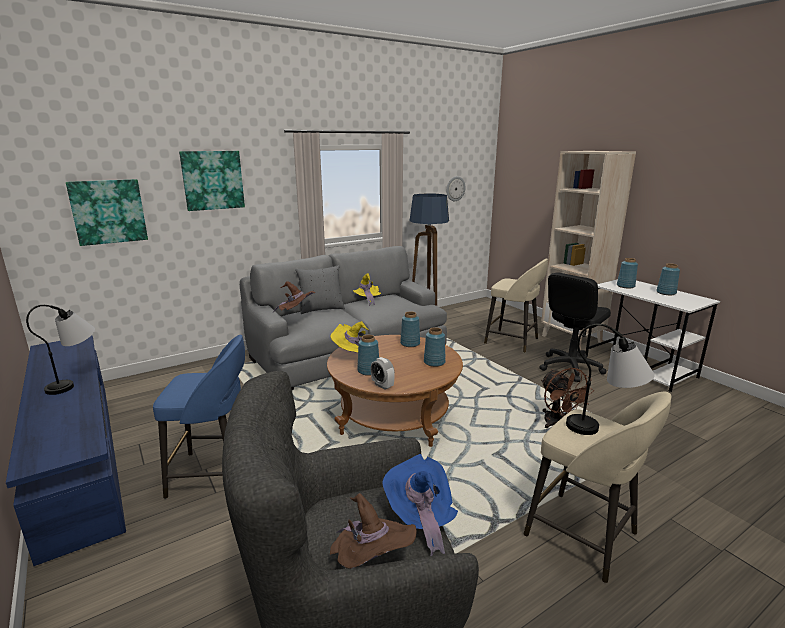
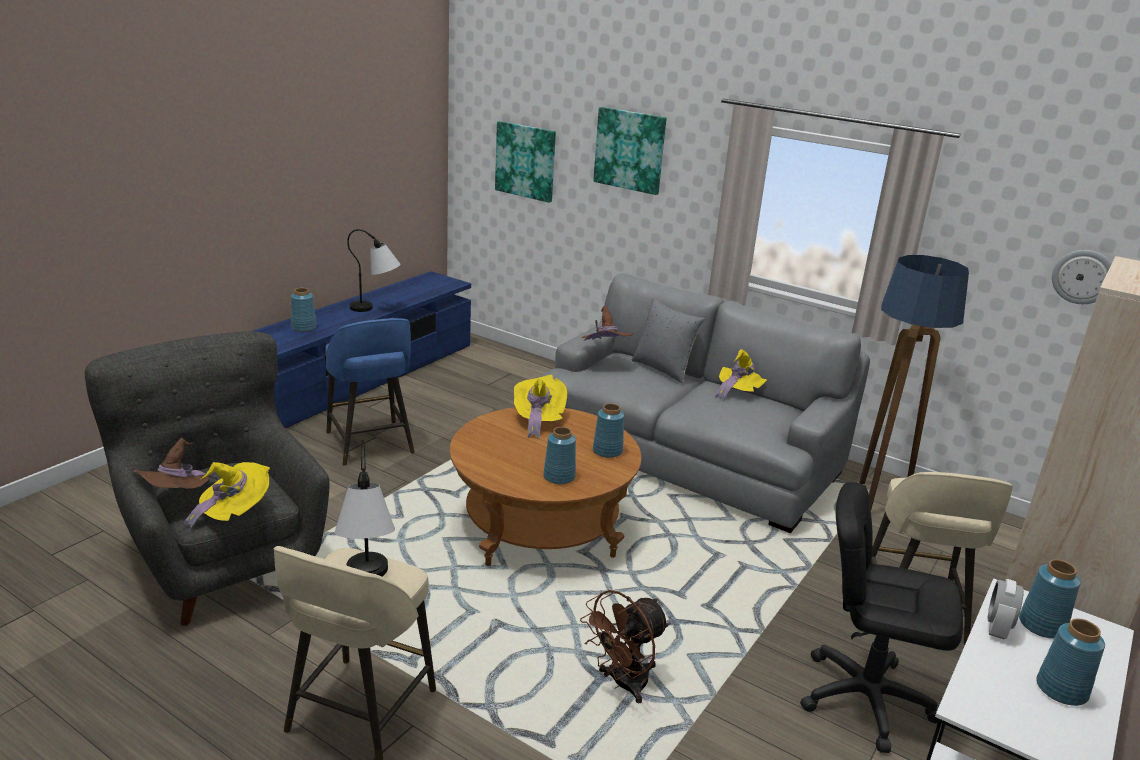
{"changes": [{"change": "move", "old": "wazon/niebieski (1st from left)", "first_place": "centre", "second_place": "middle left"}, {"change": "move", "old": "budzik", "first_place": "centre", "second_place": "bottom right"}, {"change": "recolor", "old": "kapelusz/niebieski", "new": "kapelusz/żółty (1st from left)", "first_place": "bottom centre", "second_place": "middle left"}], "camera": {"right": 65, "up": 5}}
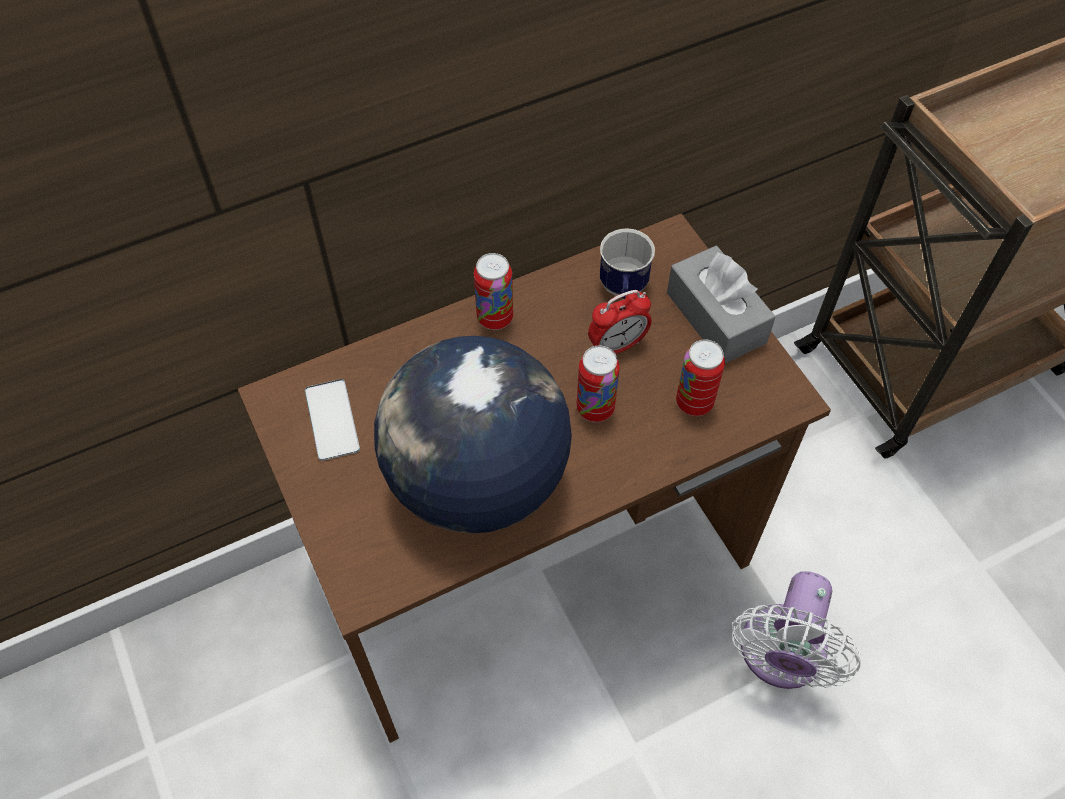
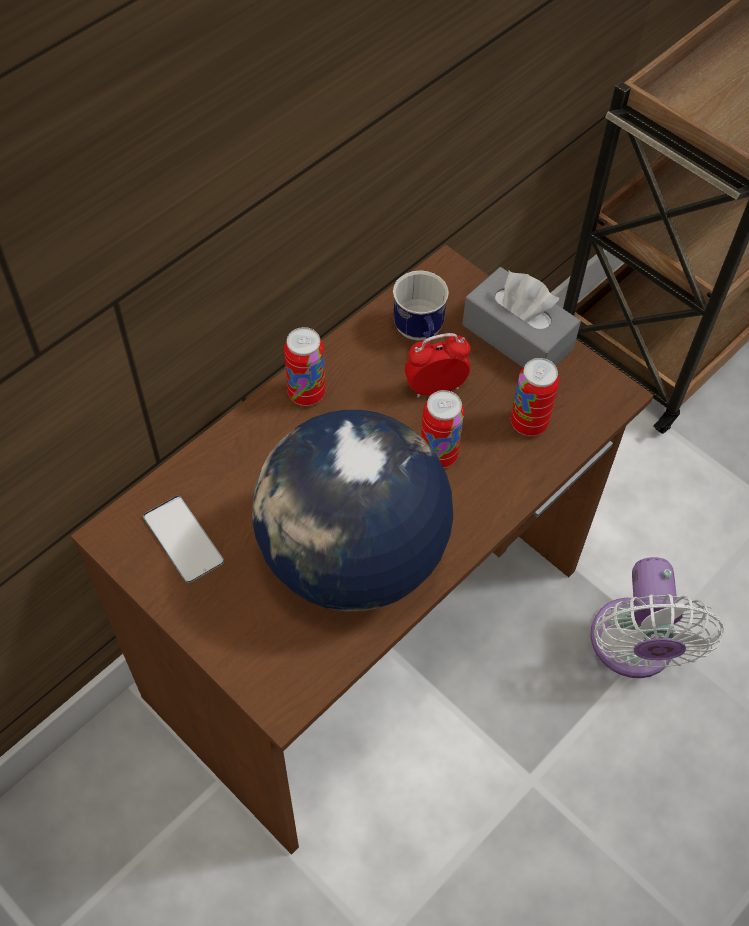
{"changes": [{"change": "rotate", "old": "budzik", "first_place": "centre", "second_place": "centre", "degrees": -150}], "camera": {"right": -20, "up": 0}}
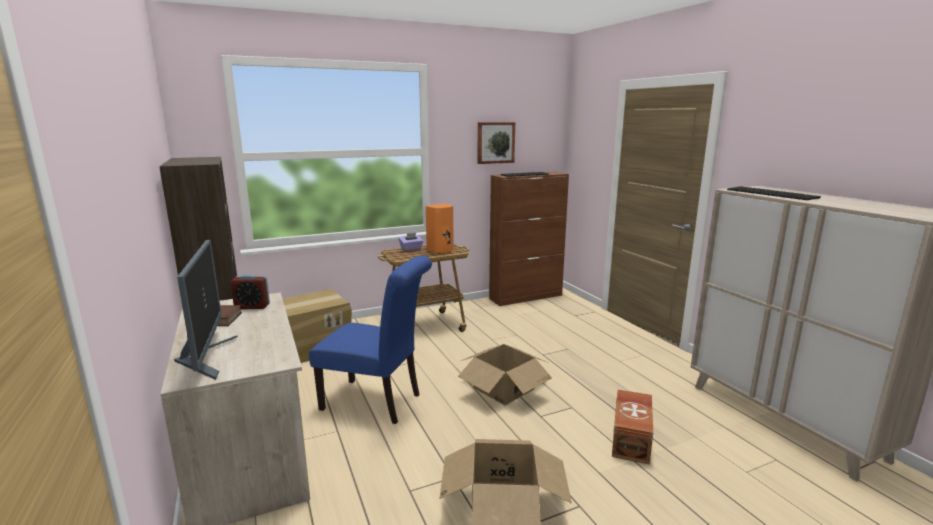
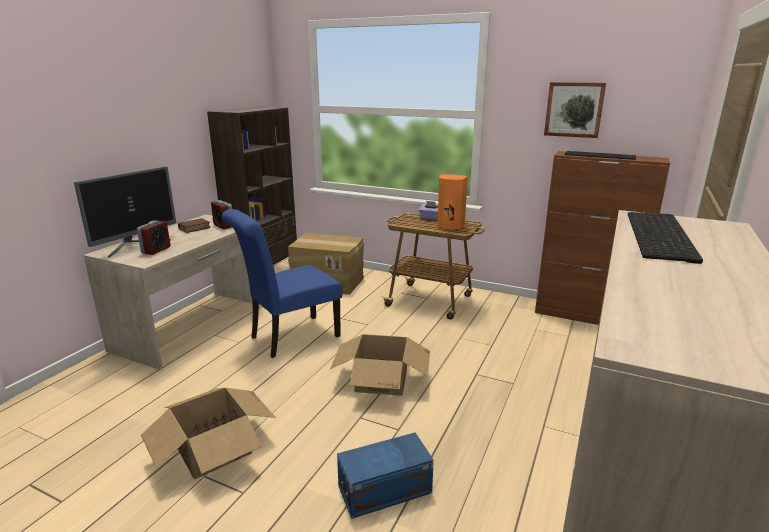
{"changes": [{"change": "rotate", "old": "krzesło/niebieski", "first_place": "centre", "second_place": "centre", "degrees": 75}, {"change": "recolor", "old": "pojemnik do przechowywania/brązowy", "new": "pojemnik do przechowywania/niebieski", "first_place": "bottom right", "second_place": "bottom centre"}, {"change": "insert", "new": "budzik (1st from left)", "second_place": "middle left"}], "camera": {"right": 50, "up": 5}}
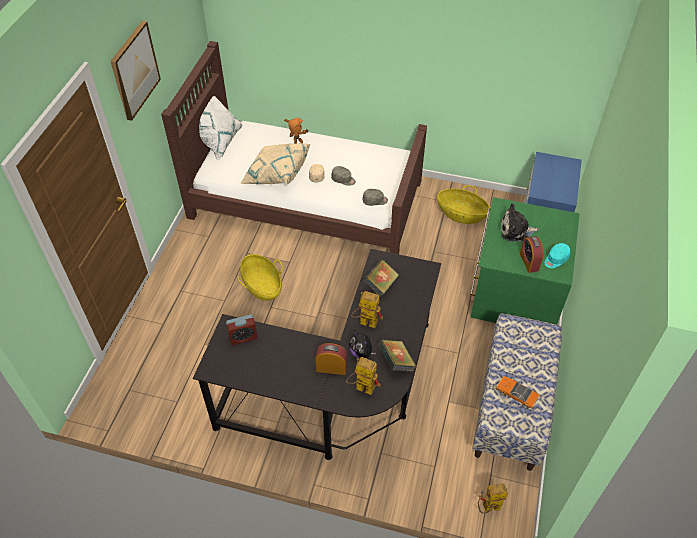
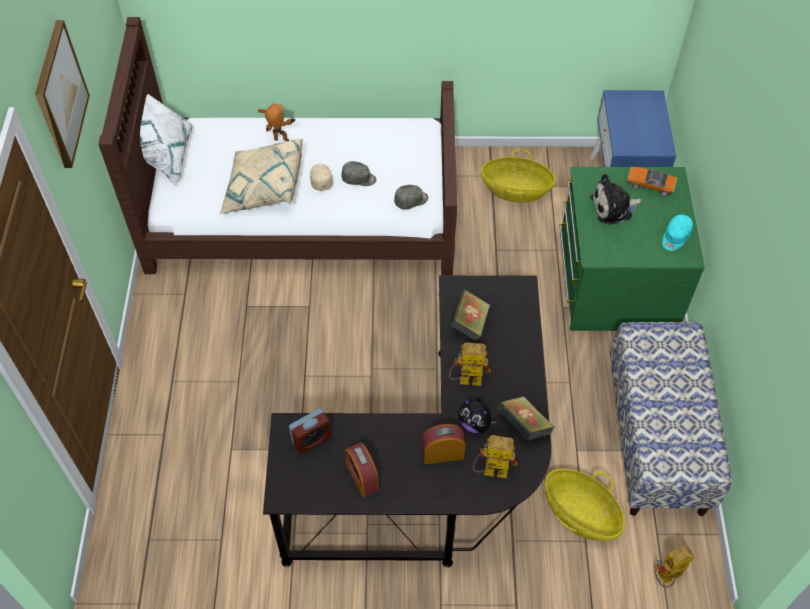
{"changes": [{"change": "move", "old": "budzik (3rd from left in the first image)", "new": "budzik (2nd from left)", "first_place": "middle right", "second_place": "bottom centre"}, {"change": "move", "old": "koszyk (1st from left in the first image)", "new": "koszyk (2nd from left)", "first_place": "centre", "second_place": "bottom right"}, {"change": "move", "old": "samochodzik", "first_place": "bottom right", "second_place": "top right"}], "camera": {"right": -15, "up": 5}}
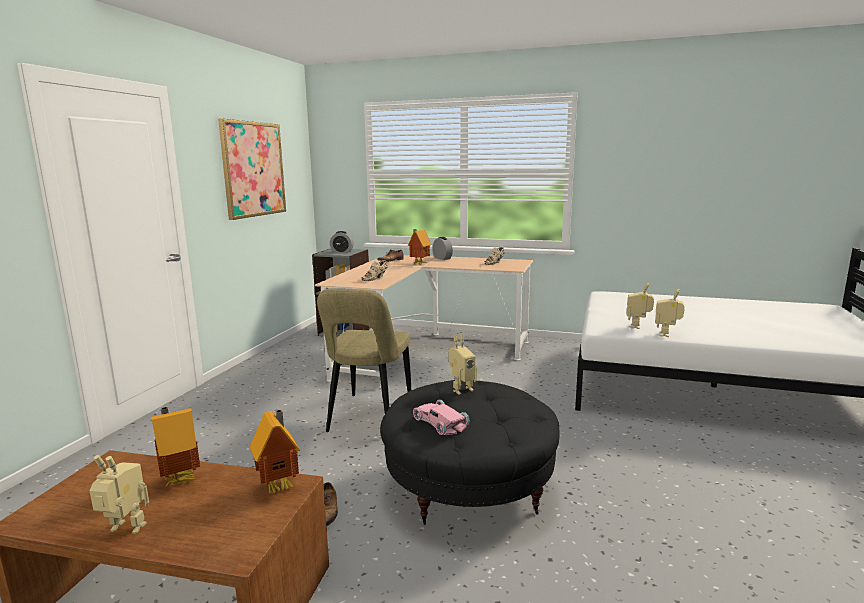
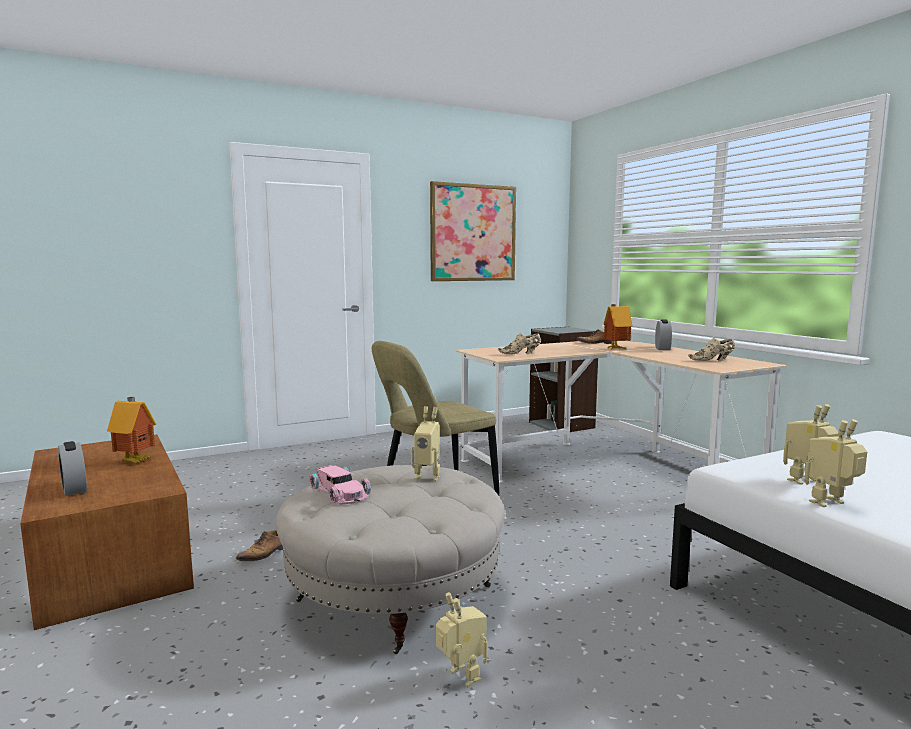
{"changes": [{"change": "move", "old": "budzik (1st from left)", "first_place": "centre", "second_place": "middle left"}, {"change": "recolor", "old": "pufa/czarny", "new": "pufa/beżowy", "first_place": "bottom centre", "second_place": "bottom centre"}, {"change": "rotate", "old": "samochodzik/różowy", "first_place": "bottom centre", "second_place": "centre", "degrees": 135}, {"change": "delete", "old": "domek (2nd from left)", "first_place": "bottom left"}, {"change": "move", "old": "robot zabawkowy (1st from left in the first image)", "new": "robot zabawkowy (2nd from left)", "first_place": "bottom left", "second_place": "bottom centre"}], "camera": {"right": 45, "up": -5}}
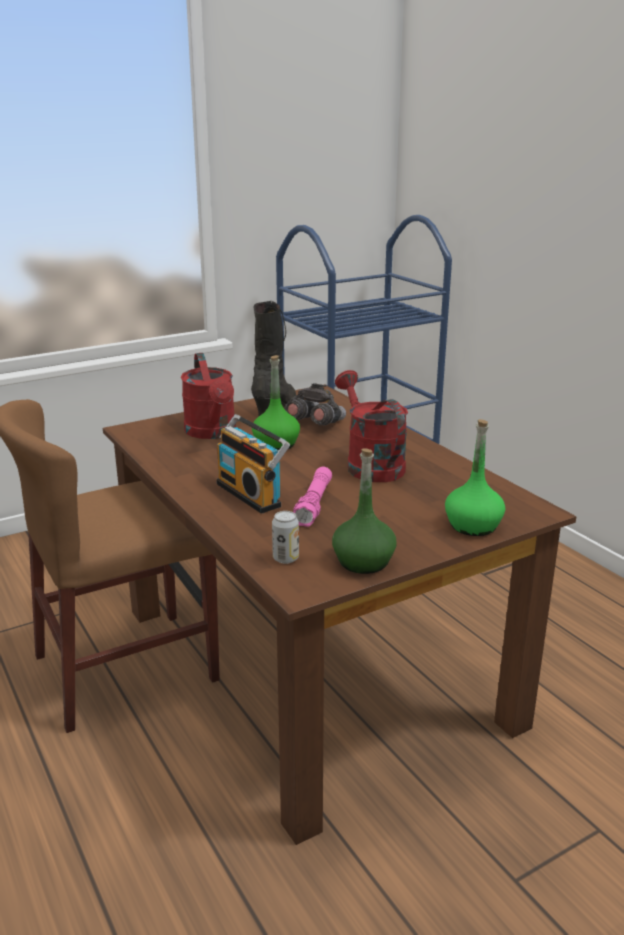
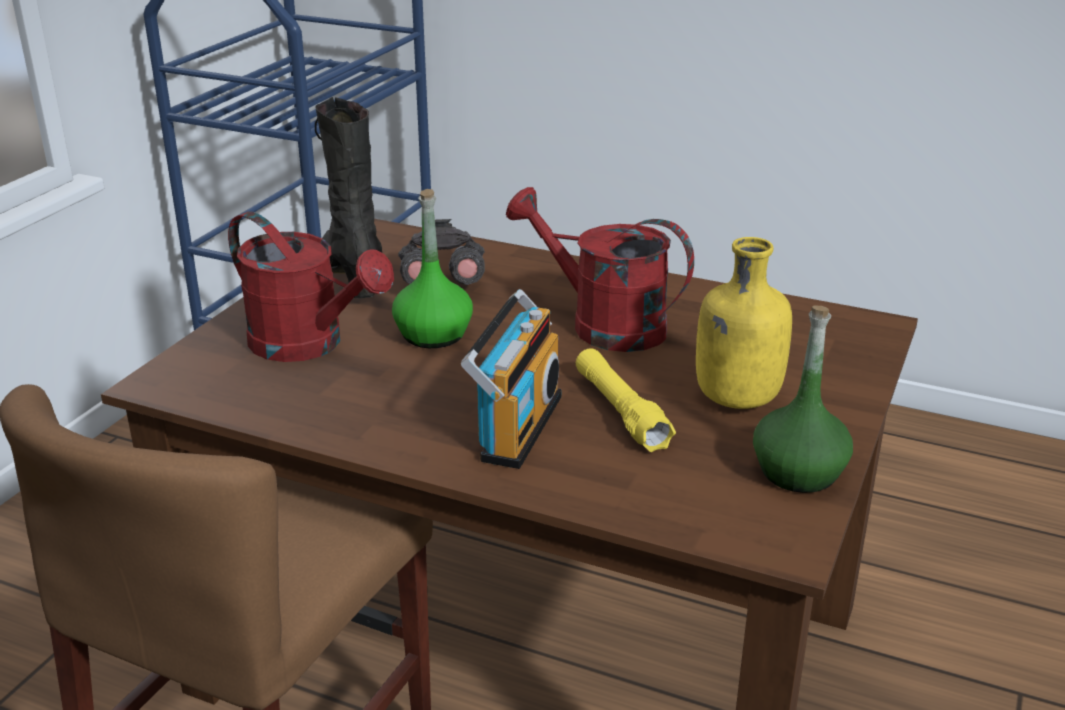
{"changes": [{"change": "rotate", "old": "radio", "first_place": "centre", "second_place": "centre", "degrees": -90}, {"change": "delete", "old": "butelka/zielony (3rd from left)", "first_place": "middle right"}, {"change": "recolor", "old": "latarka/różowy", "new": "latarka/żółty", "first_place": "centre", "second_place": "centre"}, {"change": "delete", "old": "puszka", "first_place": "centre"}, {"change": "insert", "new": "butelka/żółty", "second_place": "middle right"}], "camera": {"right": -35, "up": 5}}
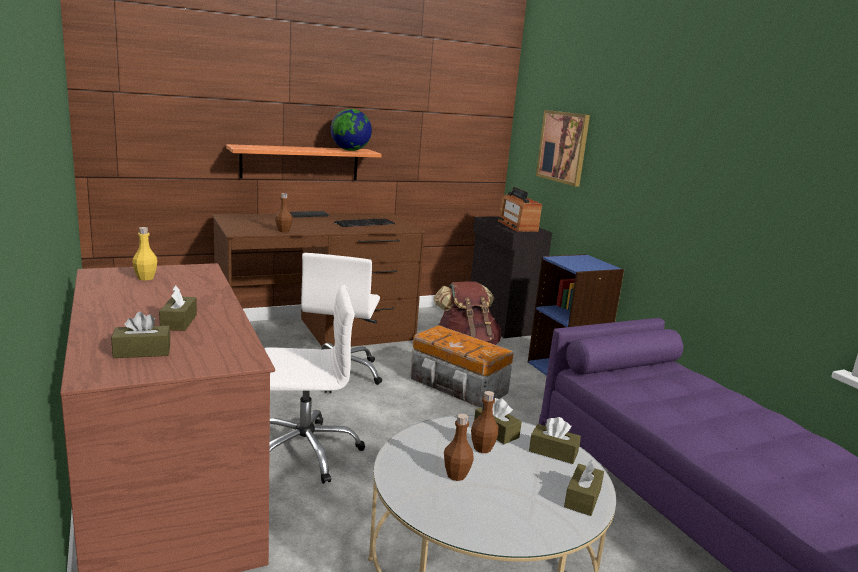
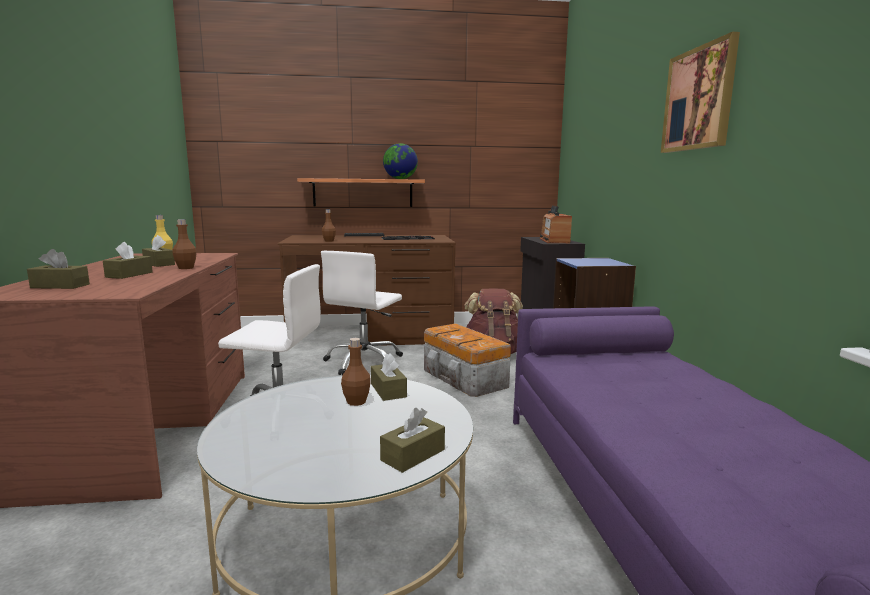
{"changes": [{"change": "move", "old": "obraz", "first_place": "top centre", "second_place": "top right"}, {"change": "move", "old": "butelka/brązowy (2nd from left in the first image)", "new": "butelka/brązowy (1st from left)", "first_place": "bottom centre", "second_place": "middle left"}, {"change": "move", "old": "pudełko chusteczek/brązowy (4th from left in the first image)", "new": "pudełko chusteczek/brązowy (3rd from left)", "first_place": "bottom centre", "second_place": "middle left"}], "camera": {"right": 20, "up": -5}}
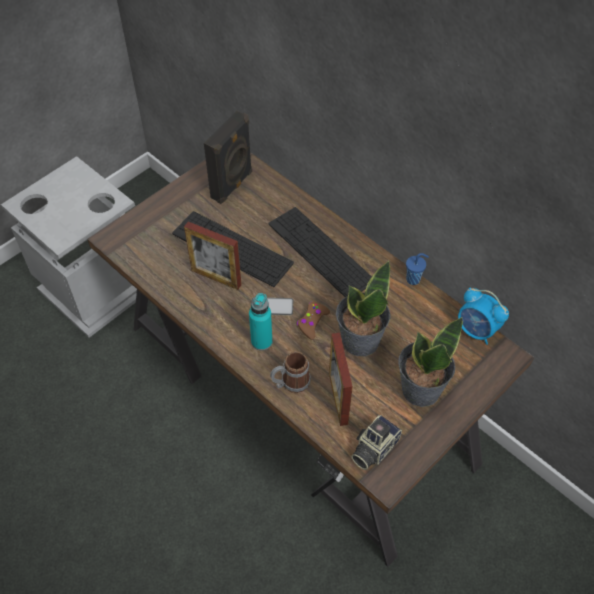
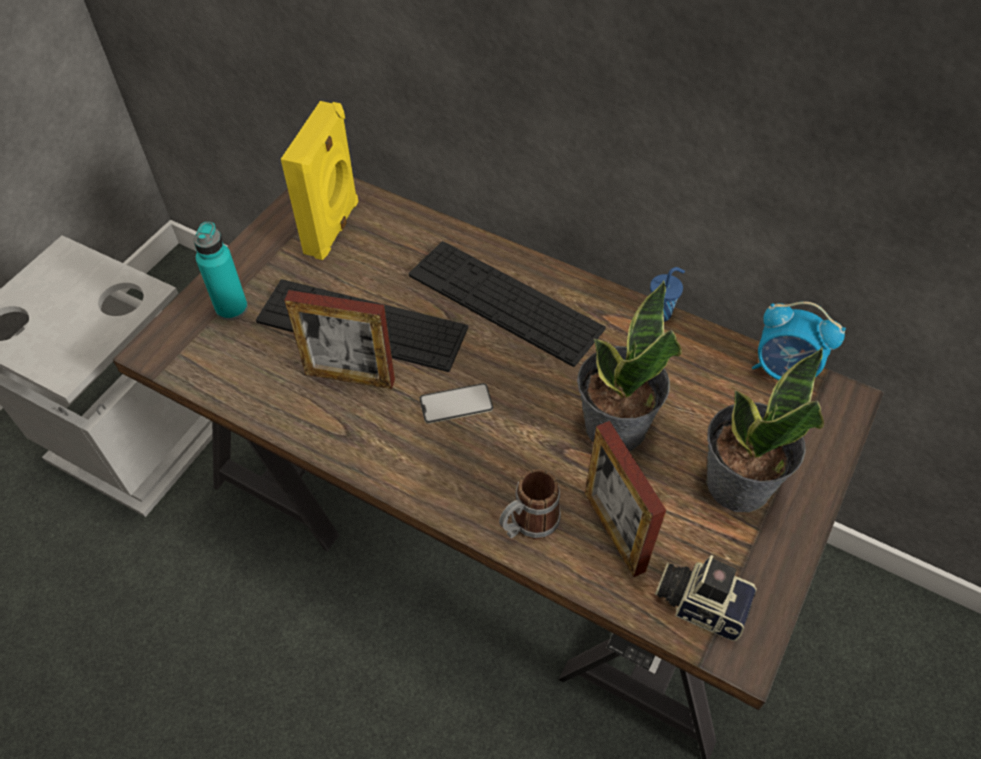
{"changes": [{"change": "recolor", "old": "głośnik/czarny", "new": "głośnik/żółty", "first_place": "top centre", "second_place": "top left"}, {"change": "move", "old": "butelka/turkusowy", "first_place": "centre", "second_place": "middle left"}, {"change": "delete", "old": "pad do gier/brązowy", "first_place": "centre"}, {"change": "rotate", "old": "aparat fotograficzny", "first_place": "bottom centre", "second_place": "bottom right", "degrees": 90}], "camera": {"right": -15, "up": 0}}
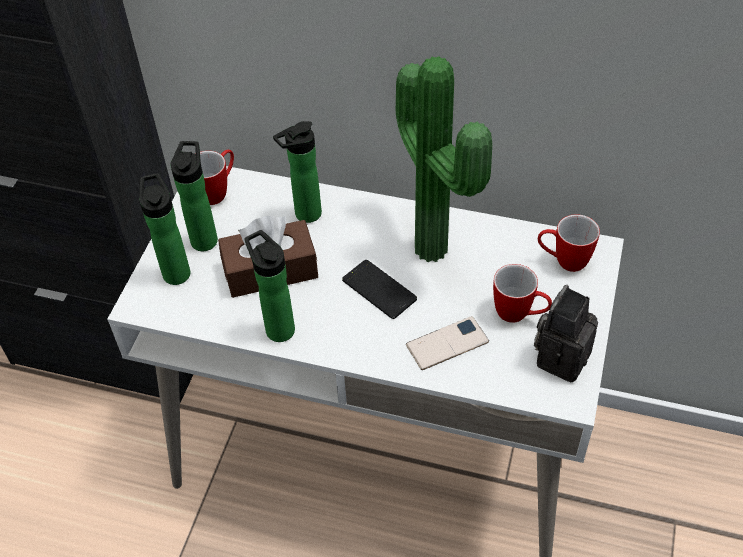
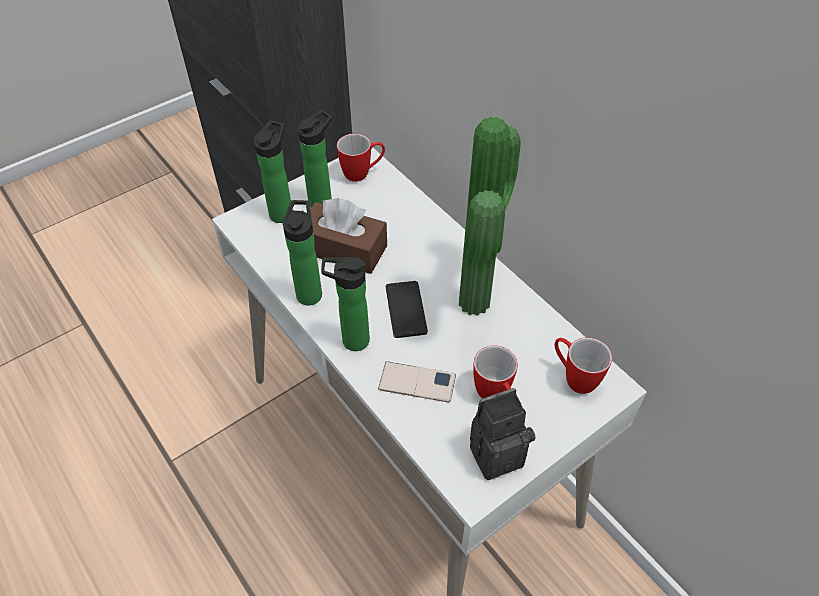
{"changes": [{"change": "move", "old": "butelka (4th from left)", "first_place": "top centre", "second_place": "centre"}], "camera": {"right": 35, "up": 0}}
